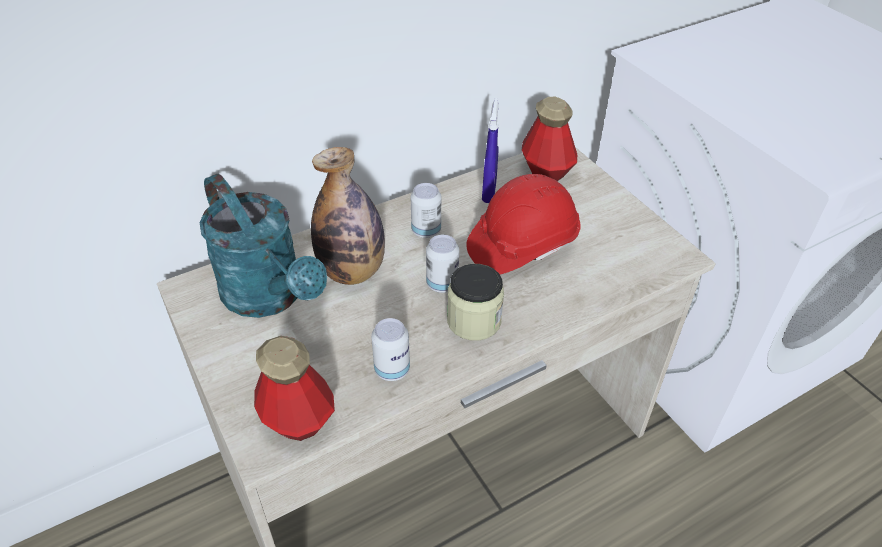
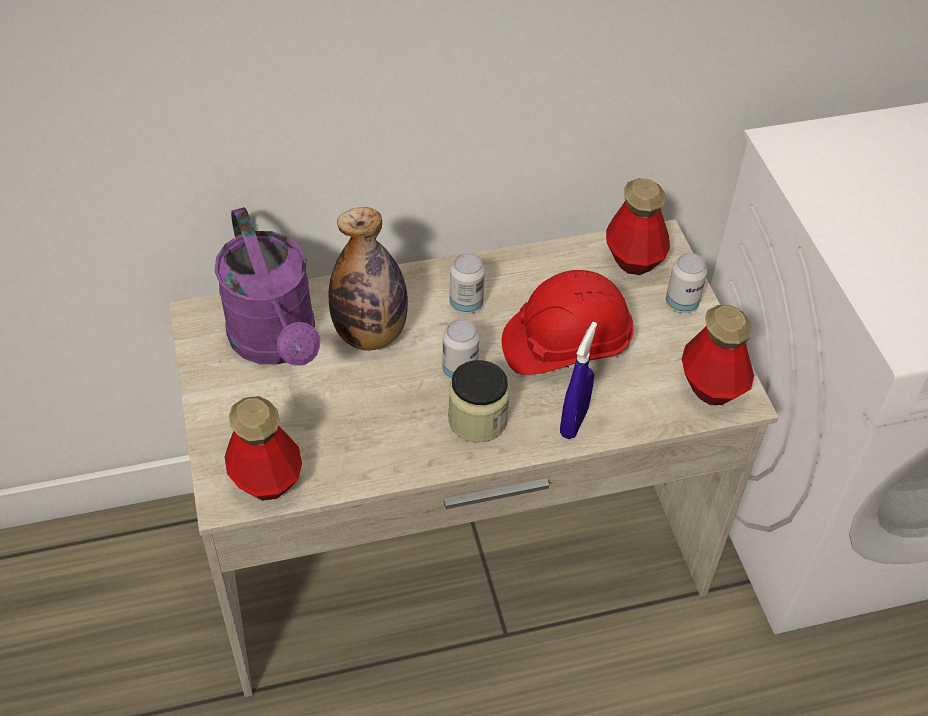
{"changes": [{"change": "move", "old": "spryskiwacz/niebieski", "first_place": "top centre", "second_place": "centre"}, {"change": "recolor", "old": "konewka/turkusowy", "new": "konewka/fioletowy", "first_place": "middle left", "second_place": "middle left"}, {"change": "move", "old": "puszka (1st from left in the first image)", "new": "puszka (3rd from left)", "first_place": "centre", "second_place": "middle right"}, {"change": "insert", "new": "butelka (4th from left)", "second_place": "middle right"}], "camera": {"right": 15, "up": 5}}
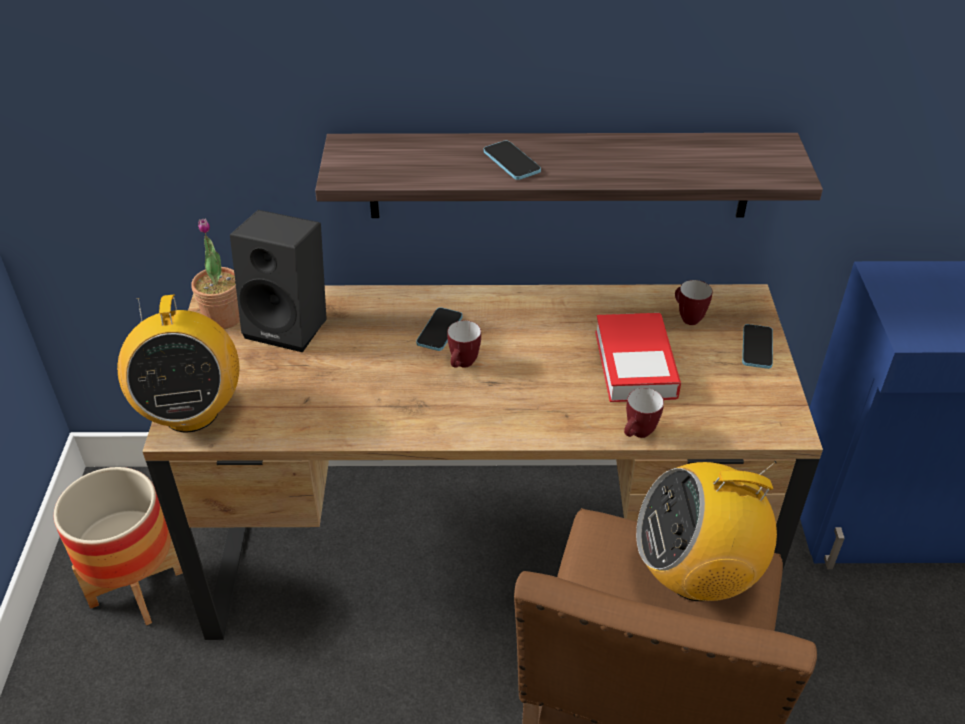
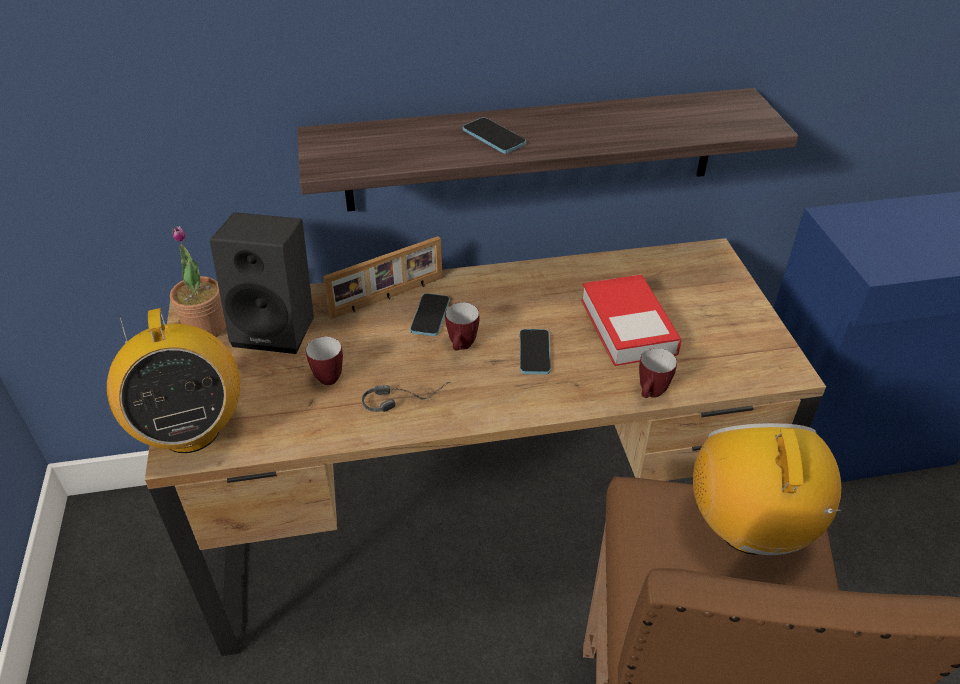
{"changes": [{"change": "move", "old": "kubek (3rd from left in the first image)", "new": "kubek (1st from left)", "first_place": "middle right", "second_place": "centre"}, {"change": "move", "old": "telefon (3rd from left)", "first_place": "middle right", "second_place": "centre"}, {"change": "rotate", "old": "radio (2nd from left)", "first_place": "bottom right", "second_place": "bottom right", "degrees": 105}, {"change": "delete", "old": "donica", "first_place": "bottom left"}, {"change": "insert", "new": "ramka na zdjęcie", "second_place": "centre"}, {"change": "insert", "new": "słuchawki", "second_place": "centre"}], "camera": {"right": -10, "up": 0}}
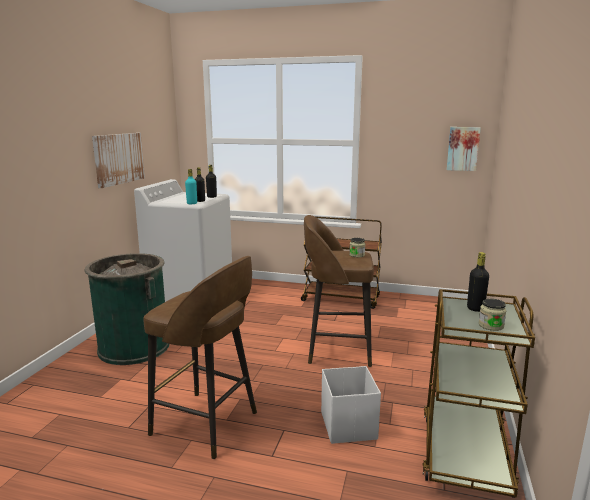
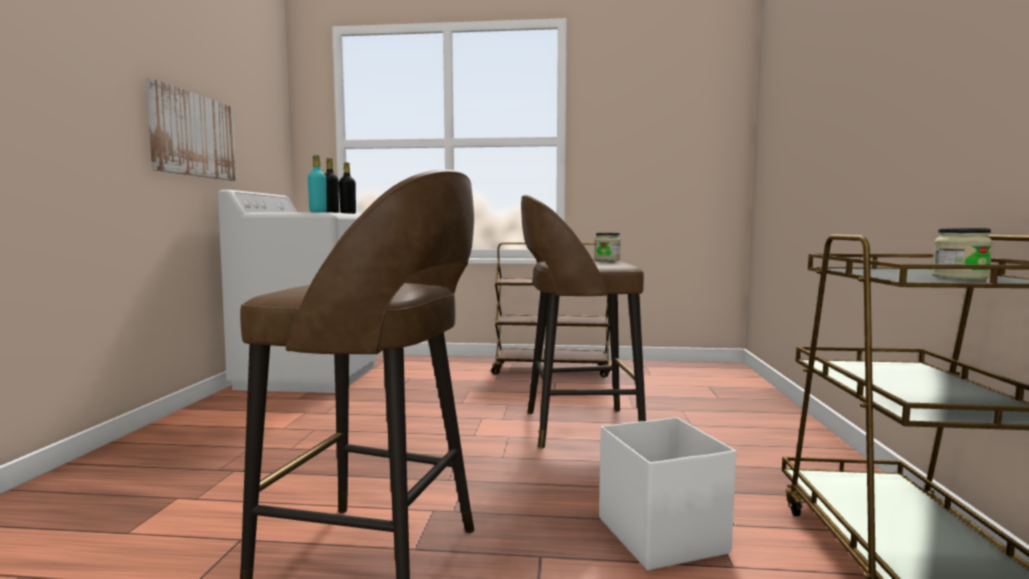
{"changes": [{"change": "delete", "old": "obraz (2nd from left)", "first_place": "top right"}, {"change": "delete", "old": "butelka/czarny (3rd from left)", "first_place": "middle right"}, {"change": "delete", "old": "kosz na śmieci/zielony", "first_place": "middle left"}], "camera": {"right": -10, "up": -10}}
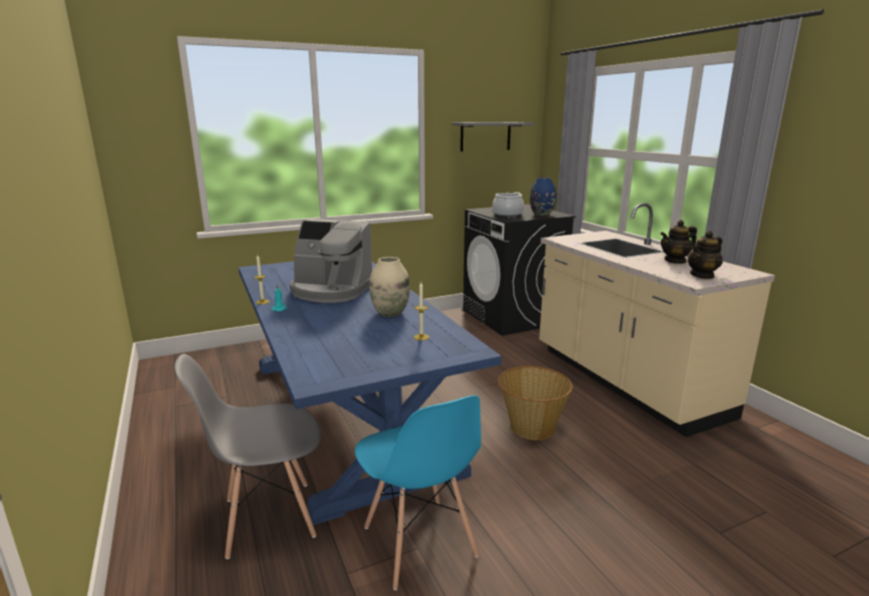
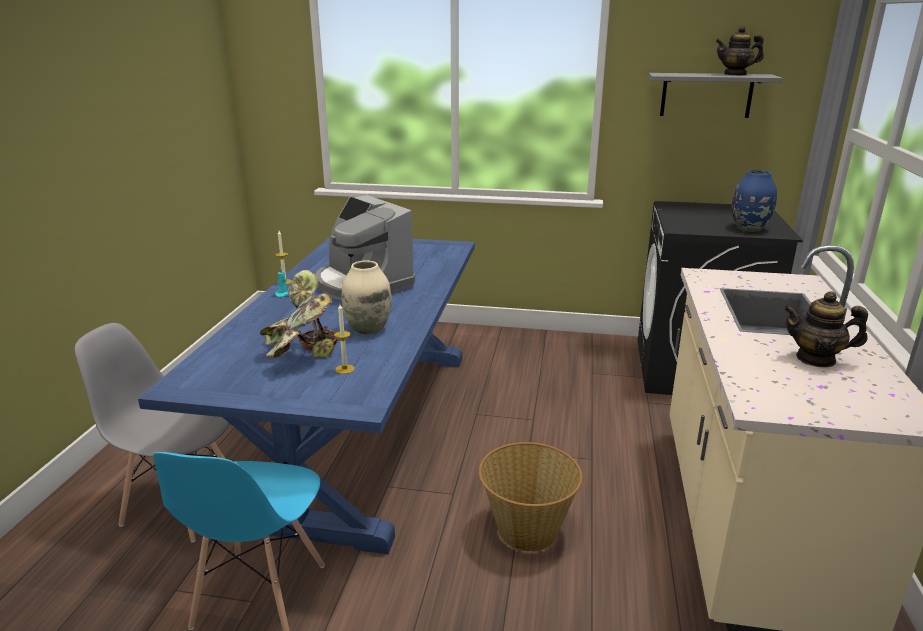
{"changes": [{"change": "delete", "old": "garnek", "first_place": "centre"}, {"change": "move", "old": "imbryk (2nd from left in the first image)", "new": "imbryk (1st from left)", "first_place": "middle right", "second_place": "top right"}, {"change": "insert", "new": "roślina doniczkowa", "second_place": "middle left"}], "camera": {"right": 35, "up": 5}}
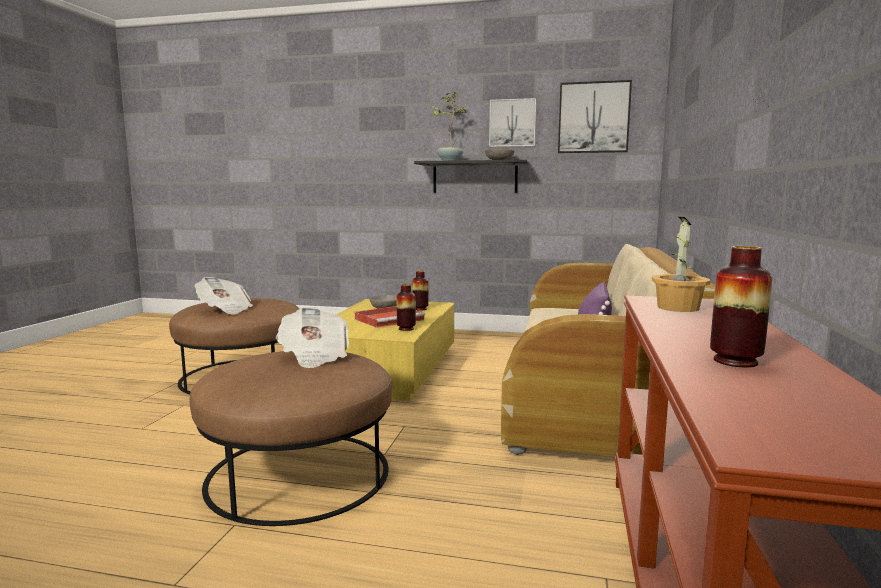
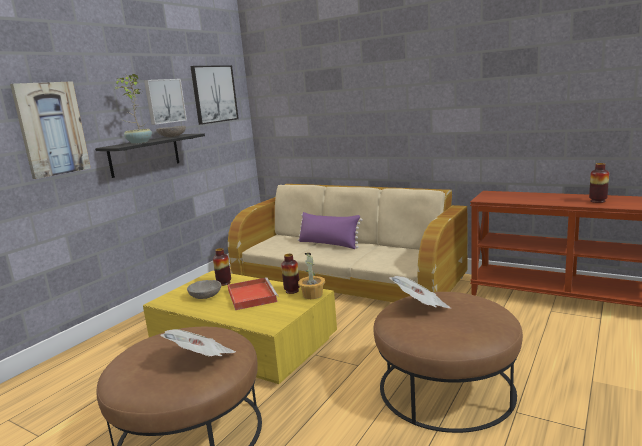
{"changes": [{"change": "move", "old": "roślina doniczkowa (2nd from left)", "first_place": "middle right", "second_place": "centre"}, {"change": "insert", "new": "obraz (1st from left)", "second_place": "top left"}], "camera": {"right": -70, "up": 5}}
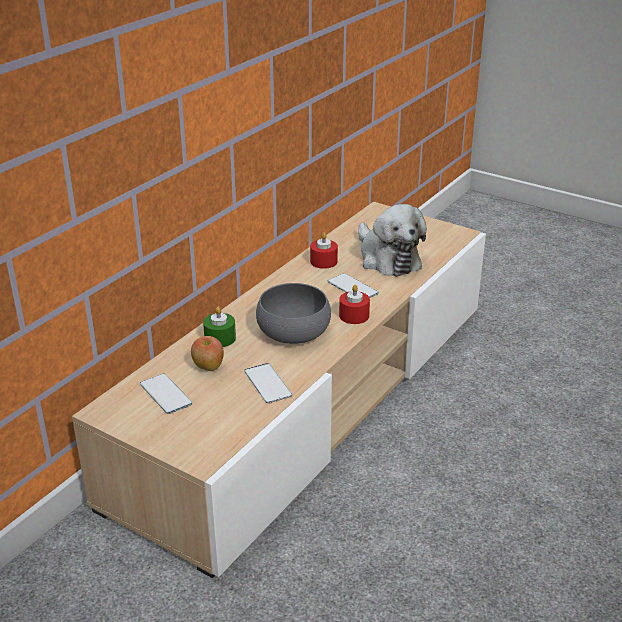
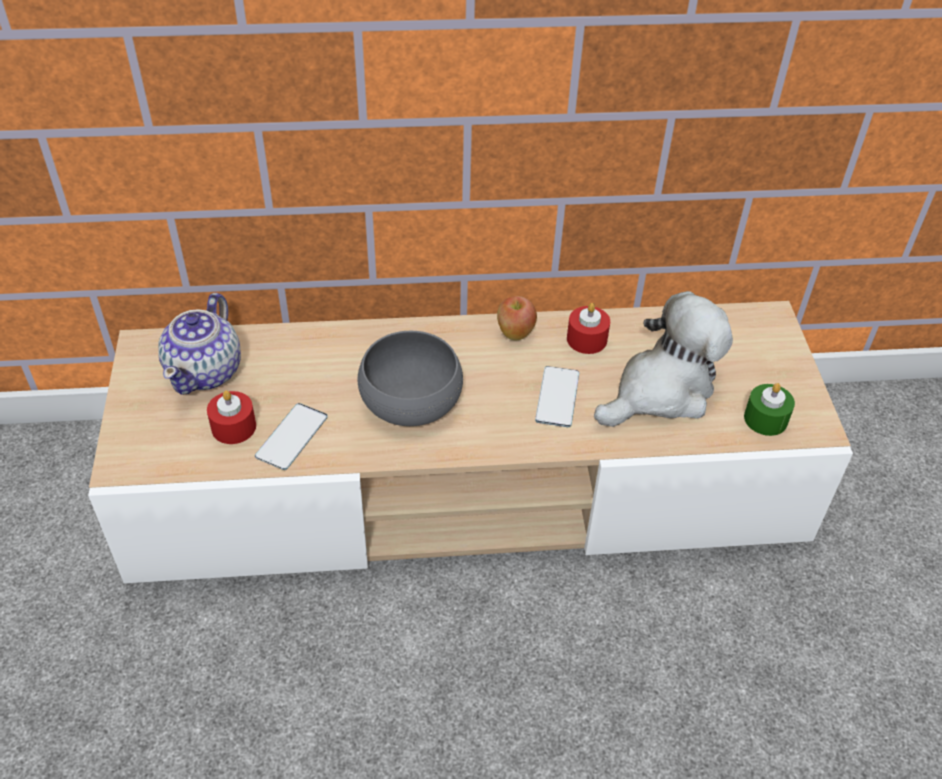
{"changes": [{"change": "rotate", "old": "pluszak", "first_place": "centre", "second_place": "middle right", "degrees": -150}, {"change": "move", "old": "świeca/czerwony (2nd from left in the first image)", "new": "świeca/czerwony (1st from left)", "first_place": "centre", "second_place": "middle left"}, {"change": "move", "old": "świeca/zielony", "first_place": "centre", "second_place": "middle right"}, {"change": "move", "old": "jabłko", "first_place": "middle left", "second_place": "centre"}, {"change": "replace", "old": "telefon (1st from left)", "new": "imbryk", "first_place": "middle left", "second_place": "middle left"}], "camera": {"right": 50, "up": 15}}
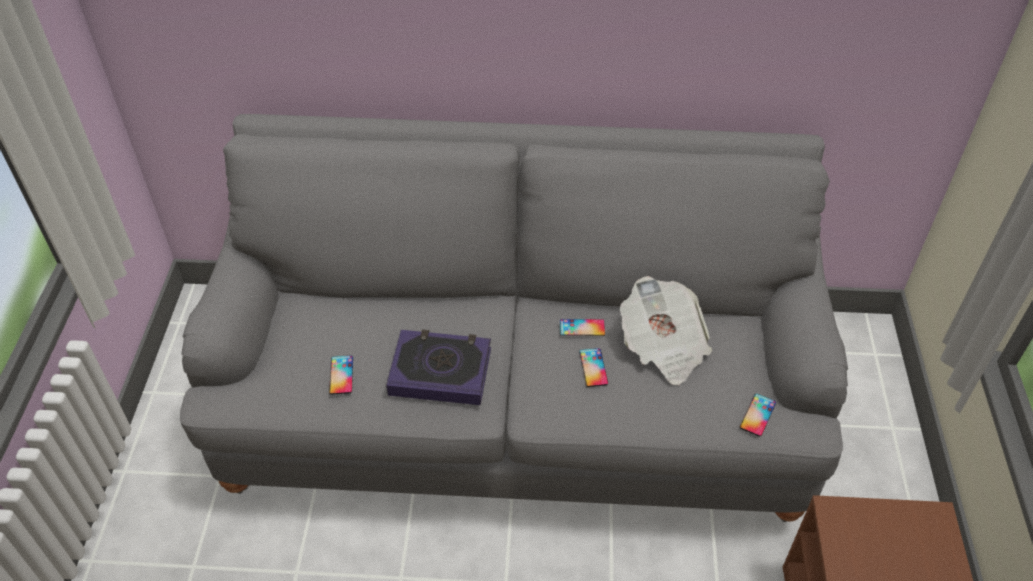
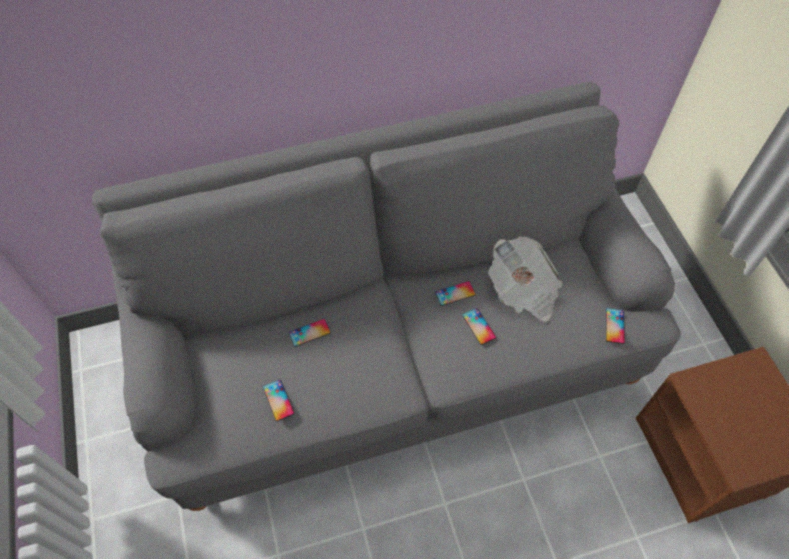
{"changes": [{"change": "delete", "old": "książka", "first_place": "centre"}, {"change": "insert", "new": "telefon (2nd from left)", "second_place": "centre"}], "camera": {"right": -20, "up": 10}}
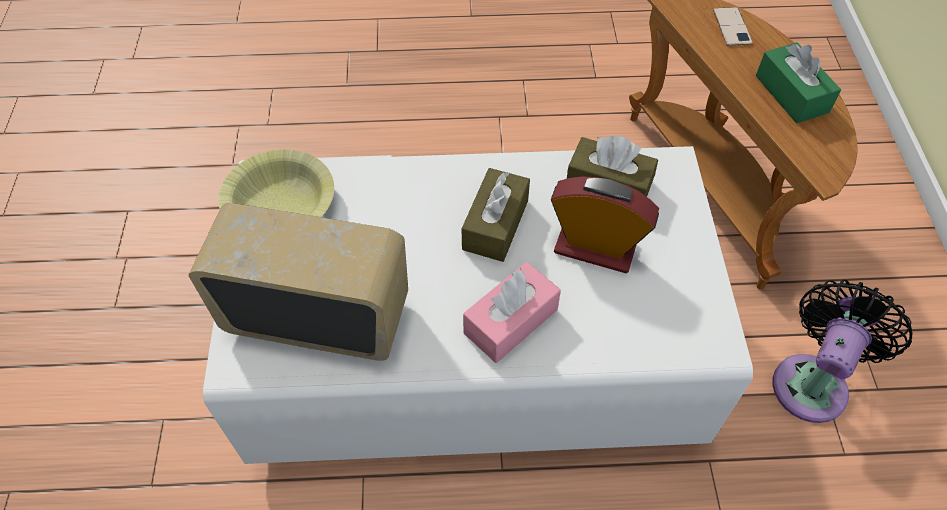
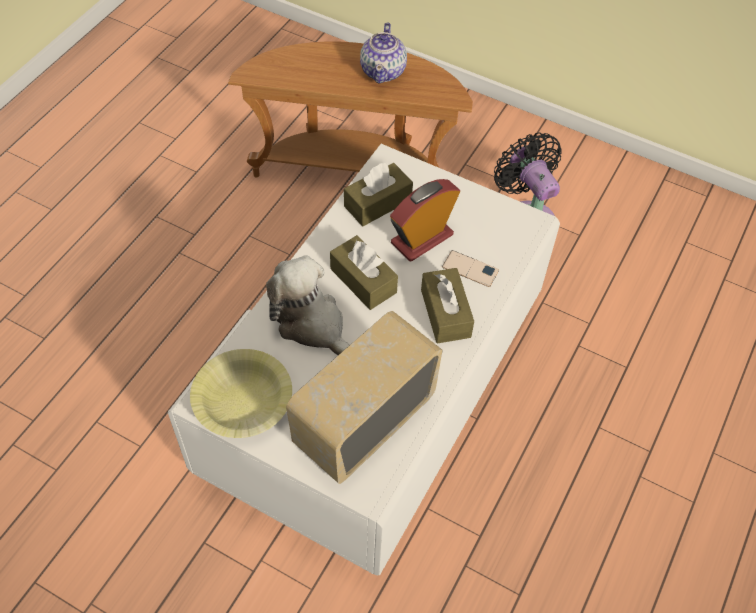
{"changes": [{"change": "move", "old": "telefon", "first_place": "top right", "second_place": "centre"}, {"change": "replace", "old": "pudełko chusteczek/zielony", "new": "imbryk", "first_place": "top right", "second_place": "top centre"}, {"change": "recolor", "old": "pudełko chusteczek/różowy", "new": "pudełko chusteczek/brązowy (3rd from left)", "first_place": "centre", "second_place": "centre"}, {"change": "insert", "new": "pluszak", "second_place": "centre"}], "camera": {"right": -60, "up": 0}}
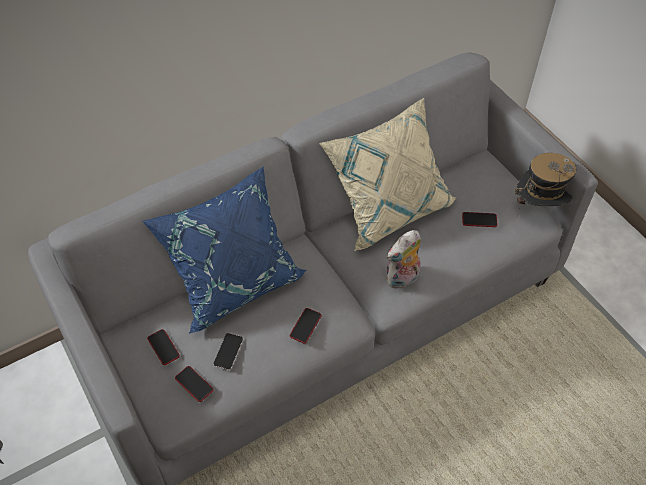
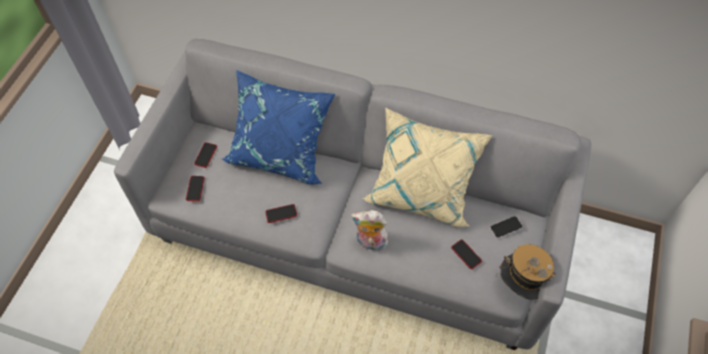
{"changes": [{"change": "move", "old": "telefon (3rd from left in the first image)", "new": "telefon (5th from left)", "first_place": "bottom centre", "second_place": "middle right"}], "camera": {"right": 50, "up": 5}}
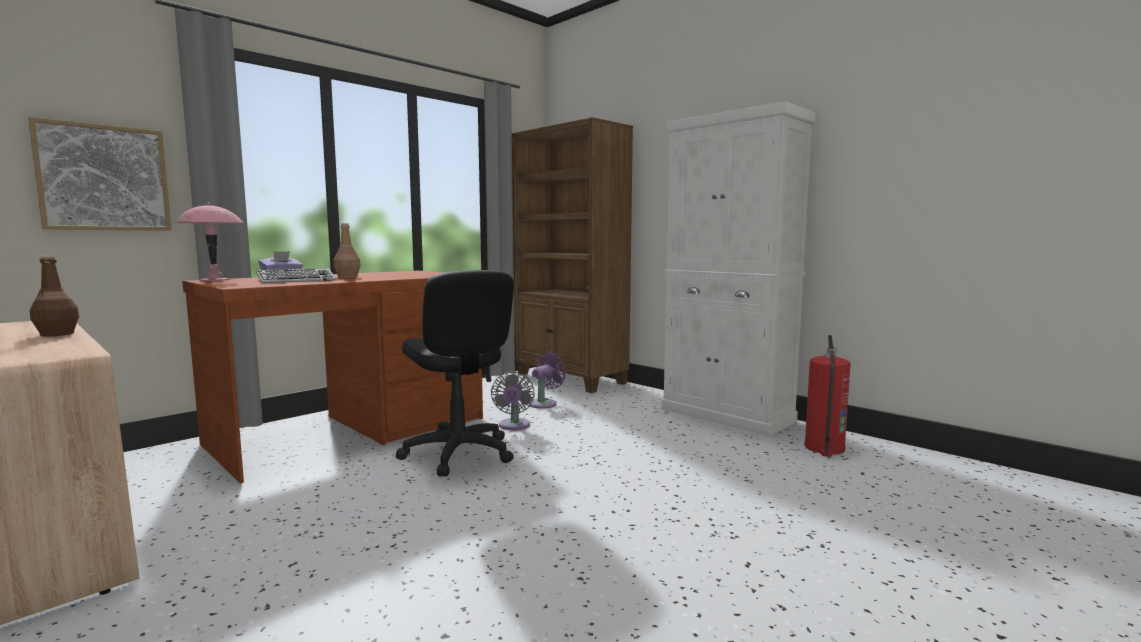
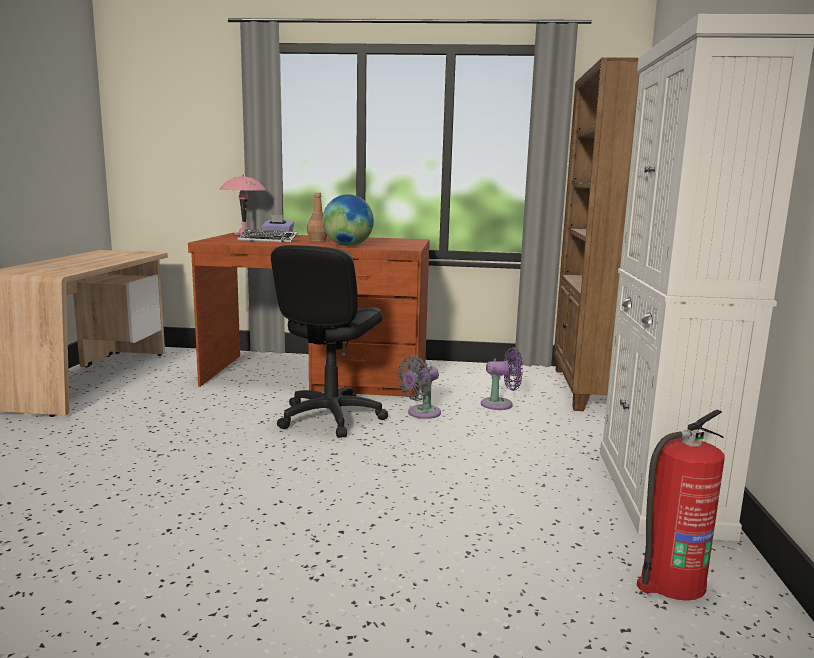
{"changes": [{"change": "delete", "old": "obraz", "first_place": "top left"}, {"change": "delete", "old": "butelka/brązowy (1st from left)", "first_place": "middle left"}, {"change": "insert", "new": "globus", "second_place": "centre"}], "camera": {"right": 50, "up": 5}}
